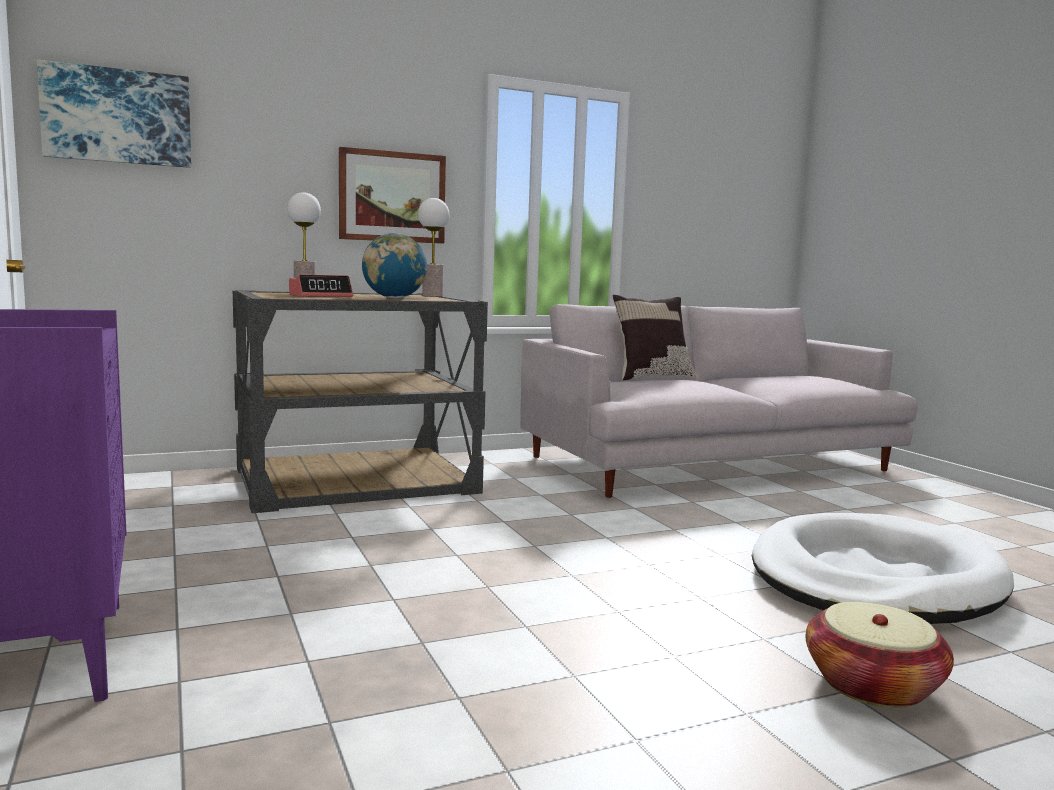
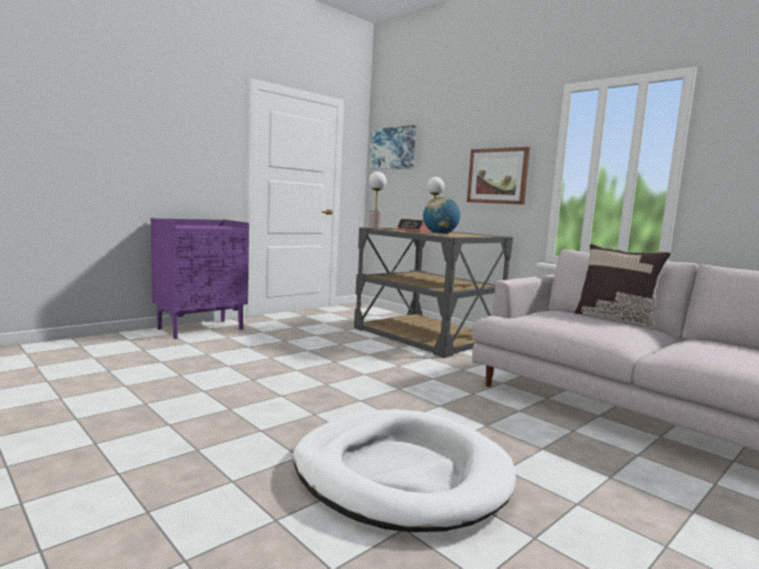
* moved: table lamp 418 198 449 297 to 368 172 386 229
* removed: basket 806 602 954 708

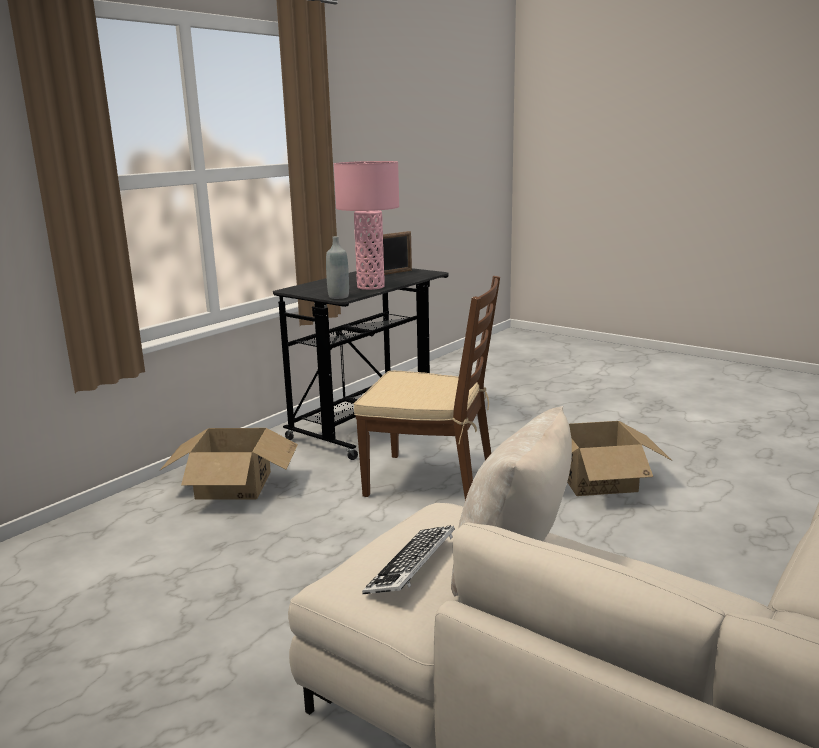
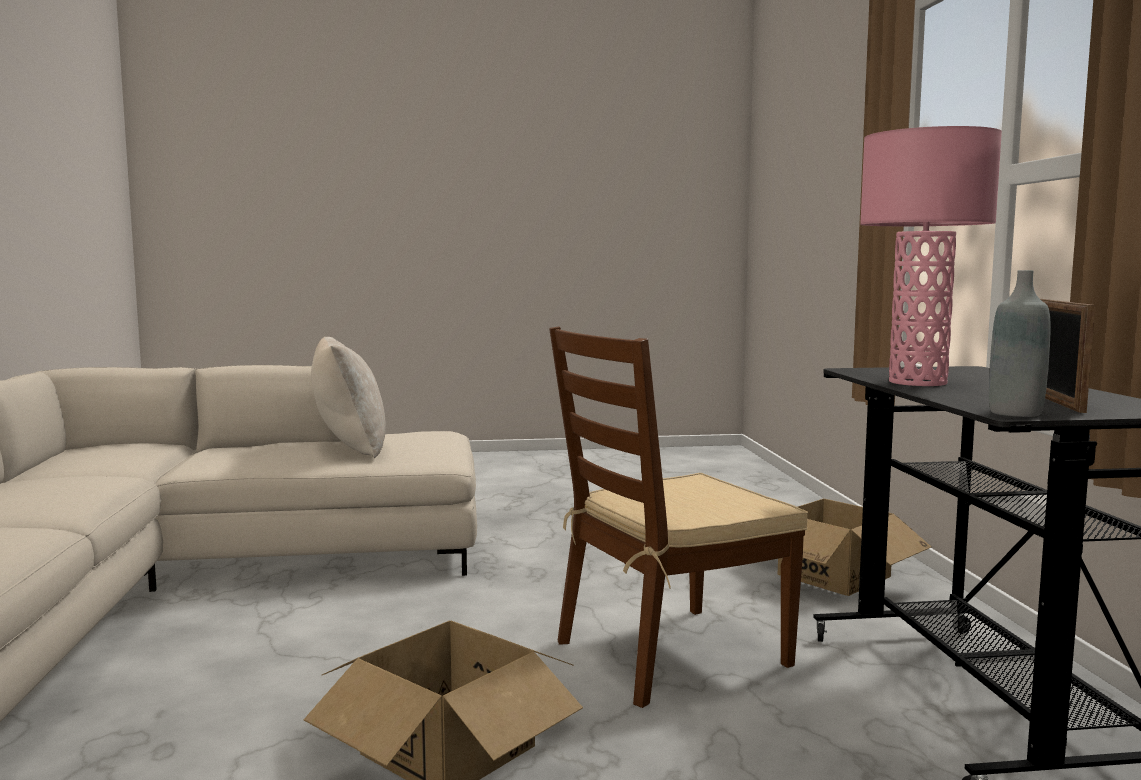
* moved: bottle (grey) 326 236 349 299 to 989 270 1050 417
* removed: keyboard 362 525 455 594

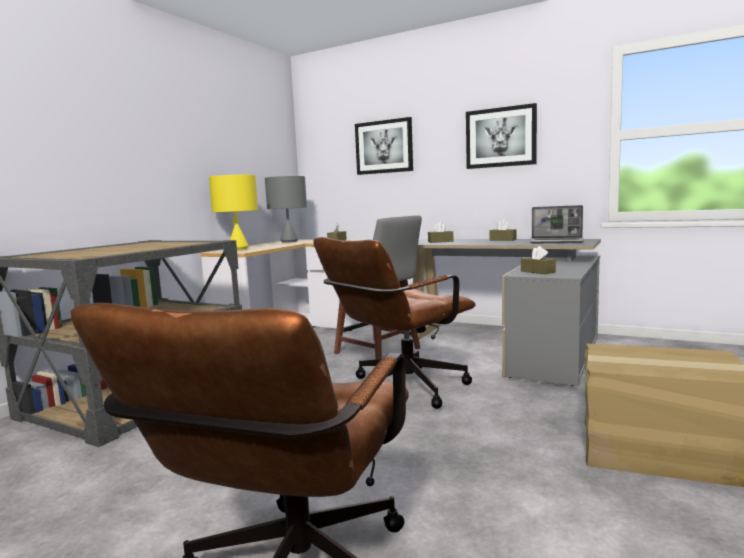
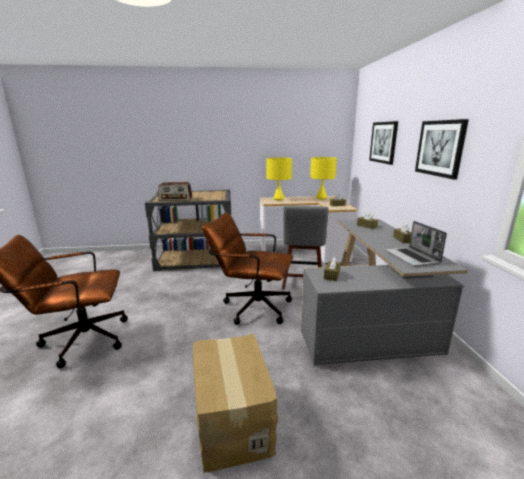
* recoloured: table lamp (grey) 265 176 307 243 to table lamp (yellow) 310 157 337 199
* added: radio 158 182 192 201

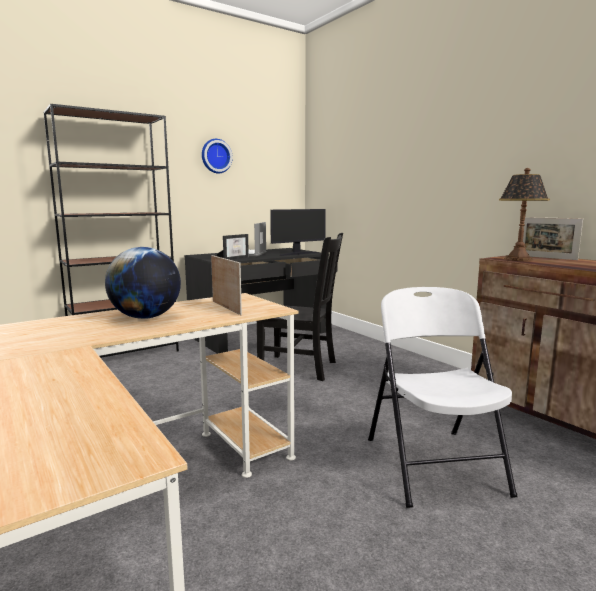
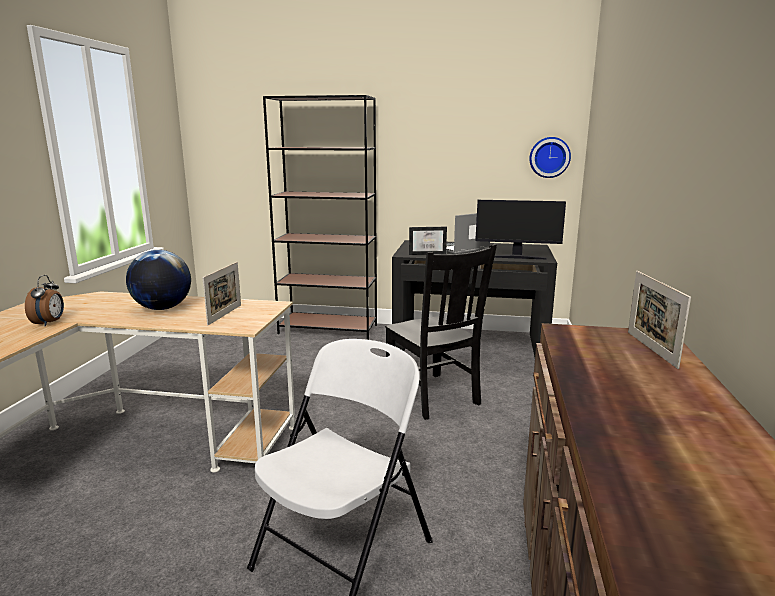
* moved: wall clock 202 139 233 173 to 529 137 571 178
* removed: table lamp 499 168 550 261
* added: alarm clock 25 275 64 327

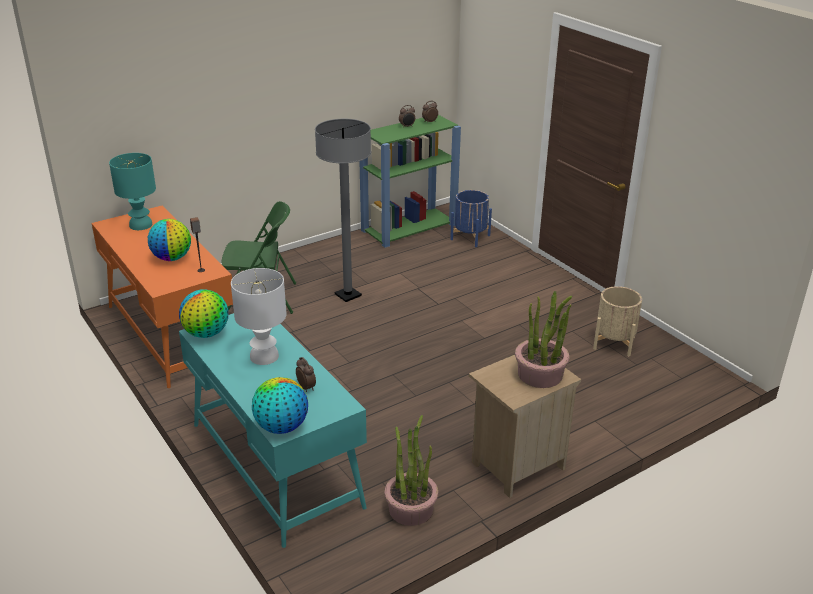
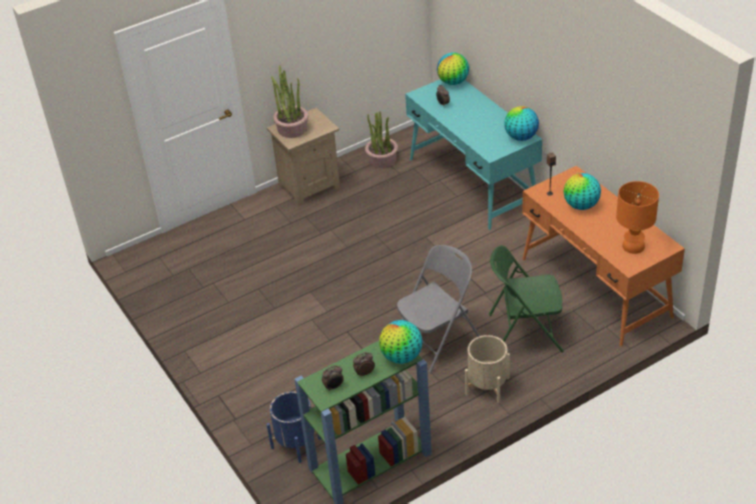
* recoloured: table lamp (turquoise) 109 153 156 230 to table lamp (orange) 616 181 659 254
* removed: table lamp (white) 231 268 287 365
* replaced: floor lamp (grey) 315 119 371 302 to chair (grey) 397 245 480 373
* moved: planter (beige) 593 286 642 356 to 465 335 510 403
* added: globe 379 320 422 364

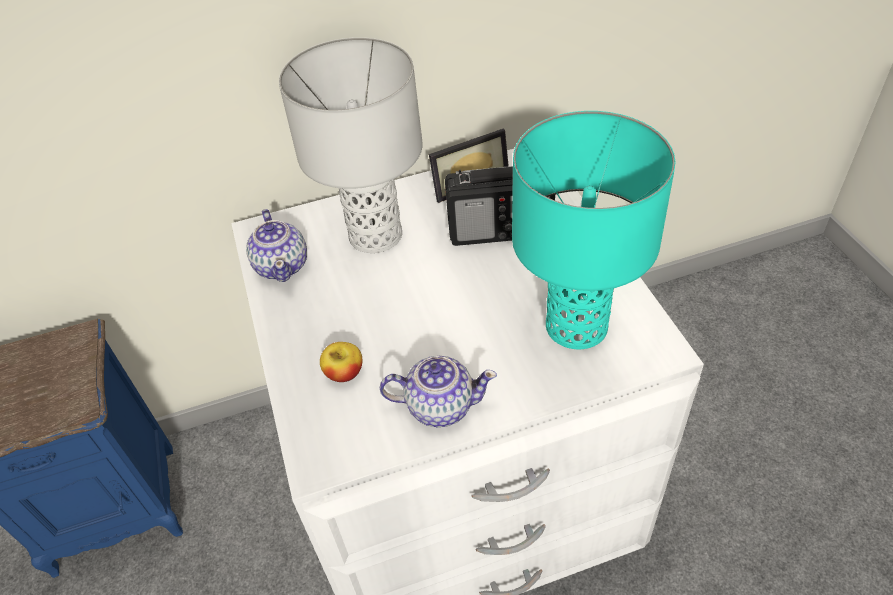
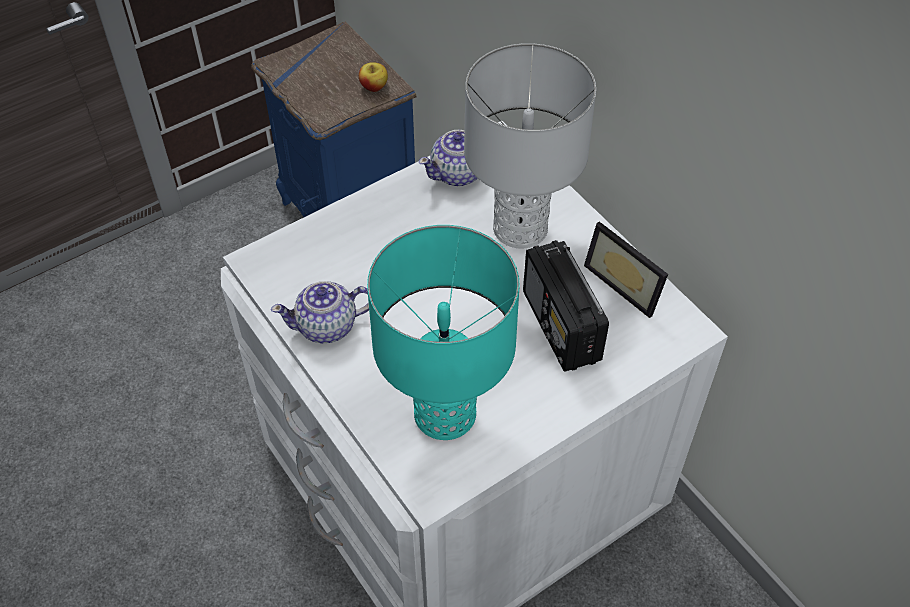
* moved: apple 320 342 362 382 to 359 62 388 92
* turned: teapot 380 356 497 427 = 271 281 369 343 90 degrees clockwise

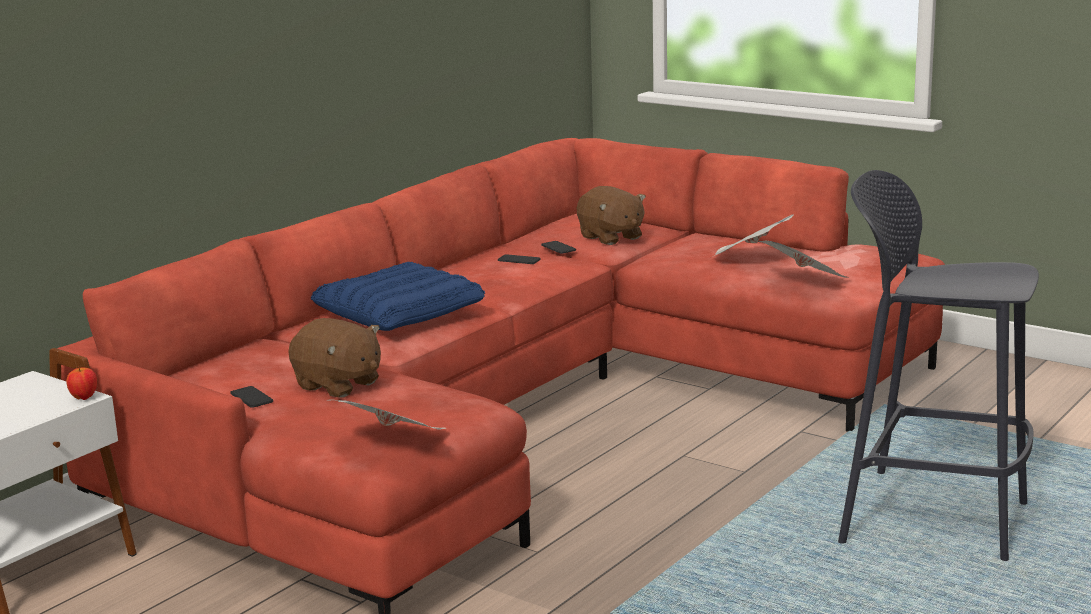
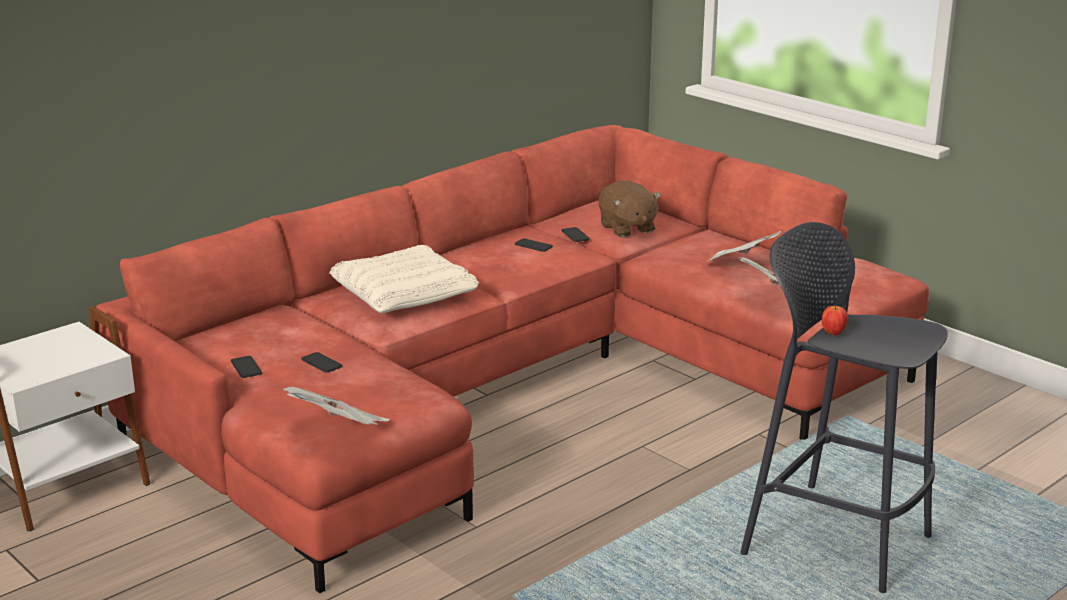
* moved: apple 66 366 97 400 to 822 305 848 335
* replaced: plush toy (brown) 288 318 381 397 to phone 301 352 342 373
* recoloured: pillow (blue) 311 262 485 331 to pillow (beige) 329 245 479 314

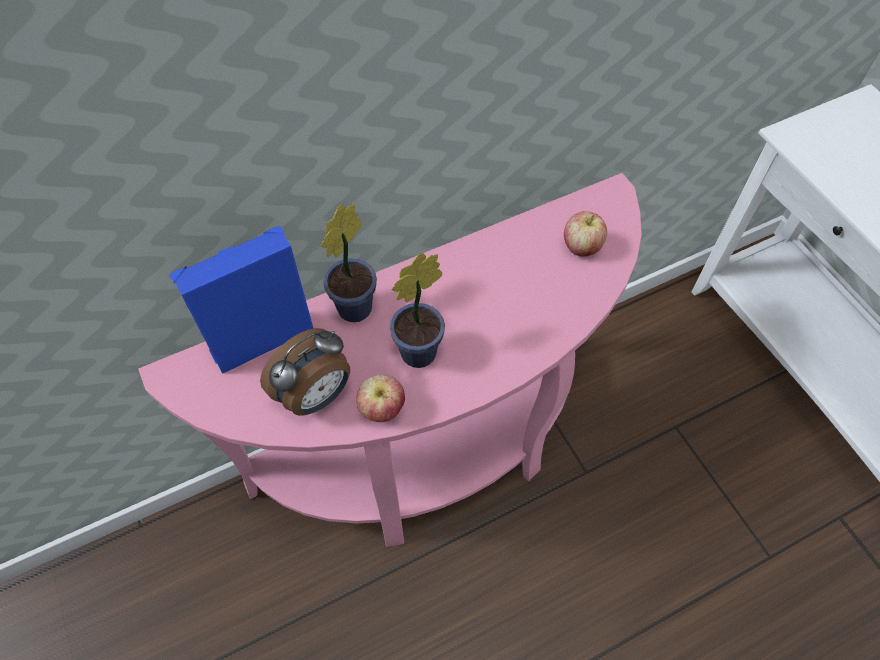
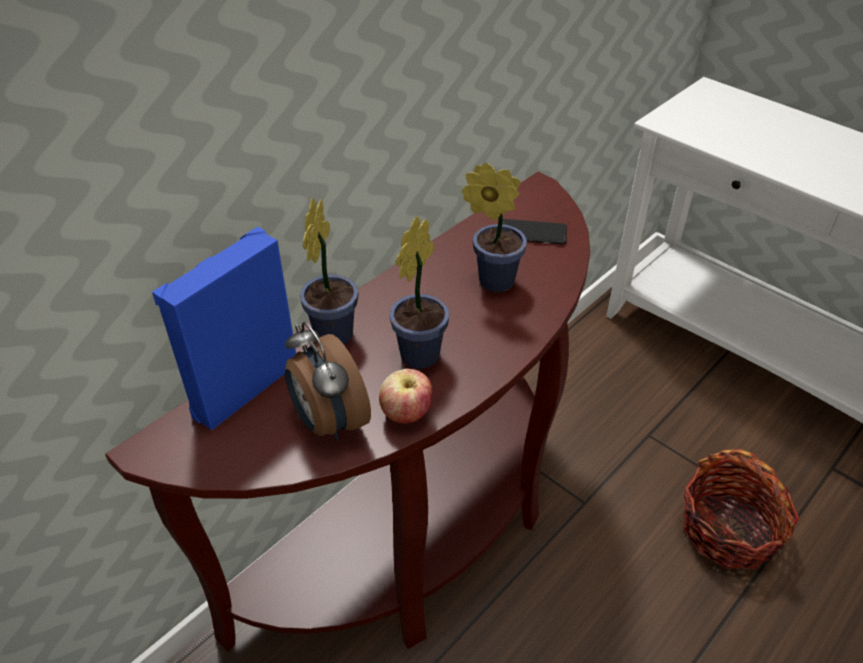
* recoloured: console table (pink) 138 173 642 547 to console table (brown) 105 172 590 652
* turned: alarm clock 260 328 350 416 = 285 322 371 441 120 degrees clockwise
* replaced: apple 564 211 607 257 to phone 502 219 567 245
* added: potted plant 461 163 527 292
* added: basket 683 449 800 569

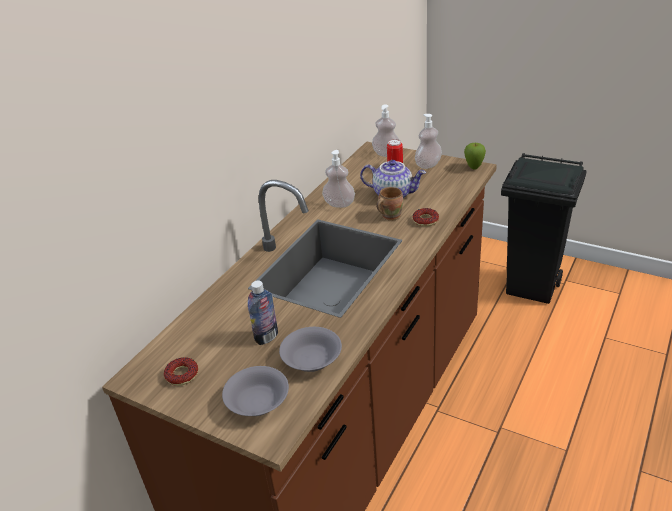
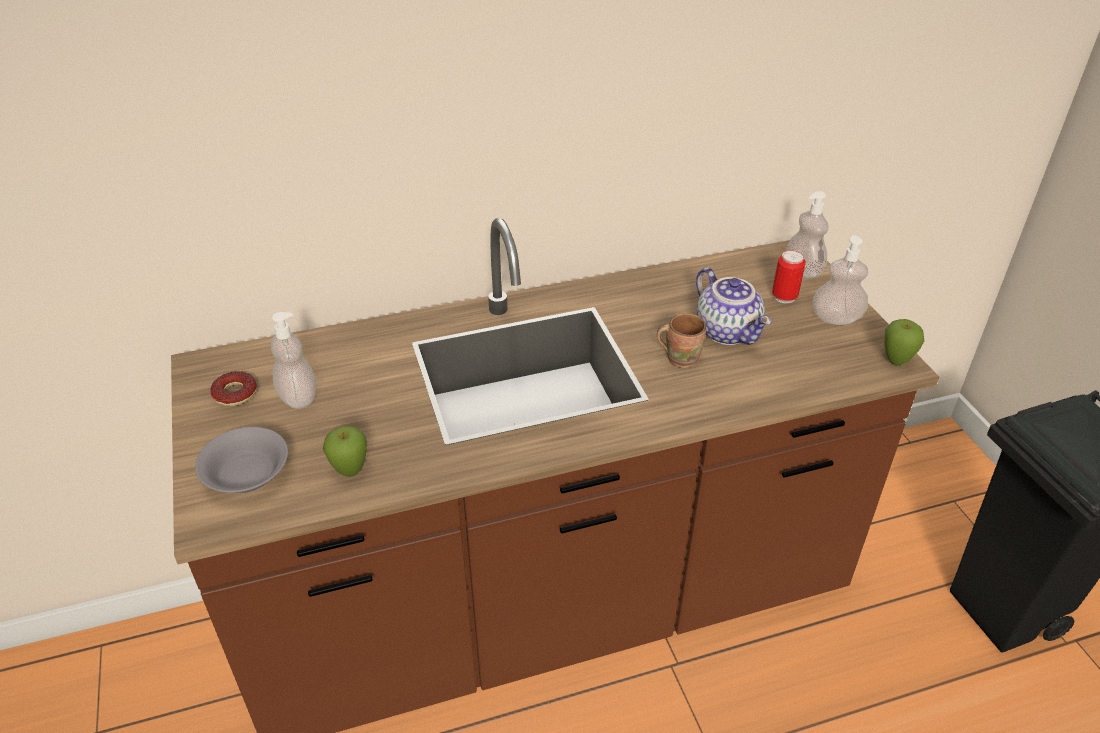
* removed: bottle 248 281 278 345
* replaced: bowl (grey) 279 327 342 372 to apple 323 426 367 477
* moved: soap dispenser 322 150 355 208 to 271 312 316 409
* removed: donut 412 208 439 227

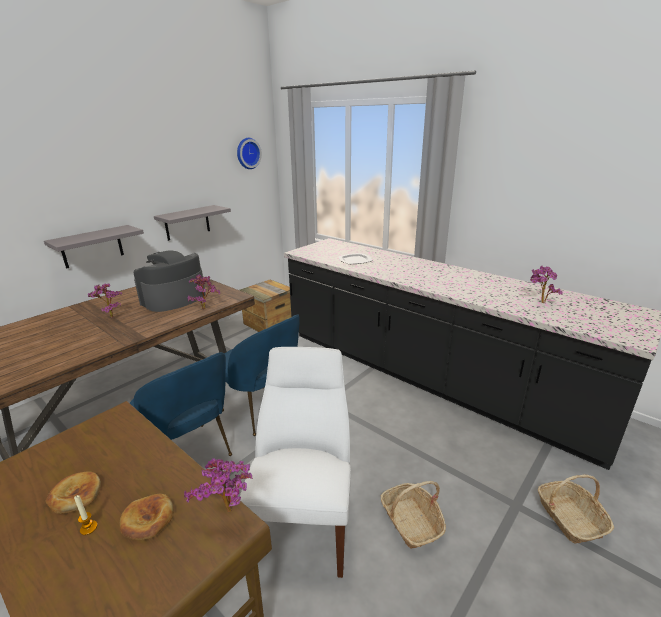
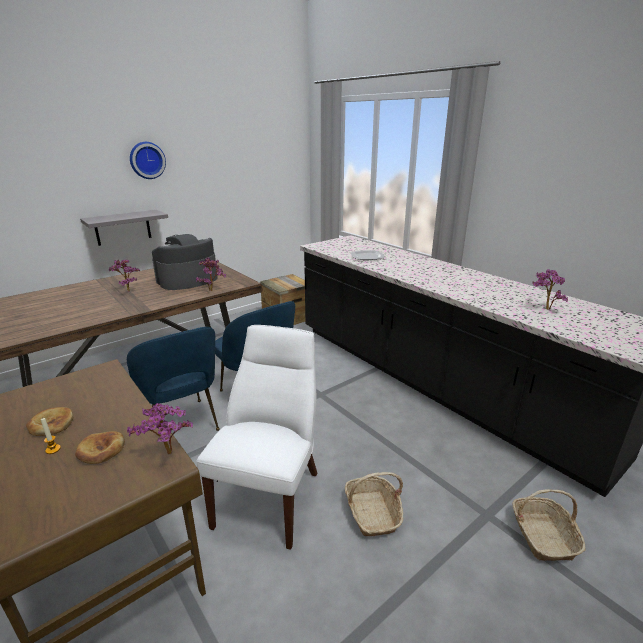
* removed: shelf (grey) 154 205 231 241
* moved: wall clock 237 138 262 169 to 130 142 166 179

